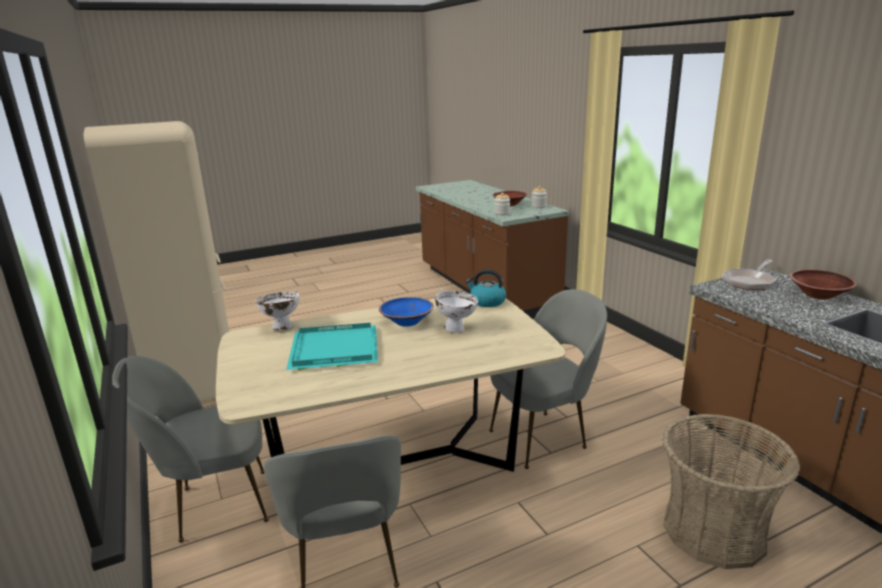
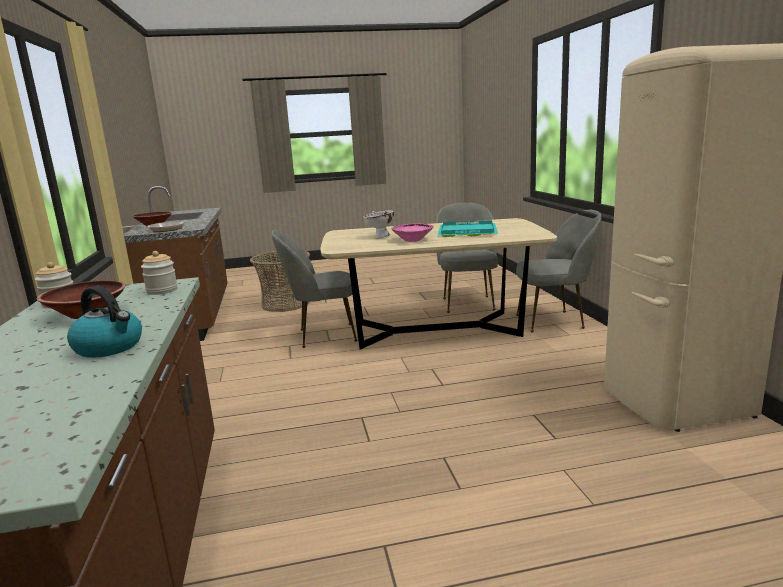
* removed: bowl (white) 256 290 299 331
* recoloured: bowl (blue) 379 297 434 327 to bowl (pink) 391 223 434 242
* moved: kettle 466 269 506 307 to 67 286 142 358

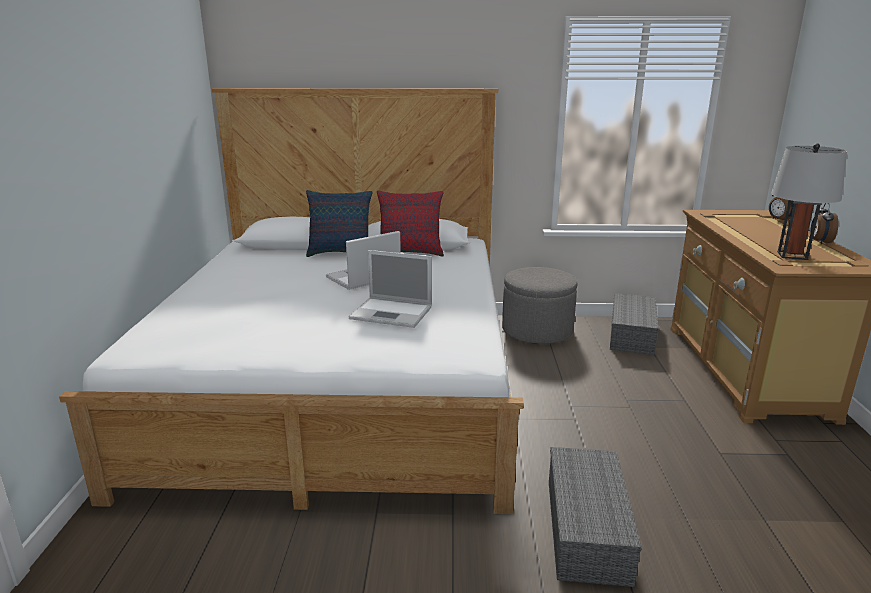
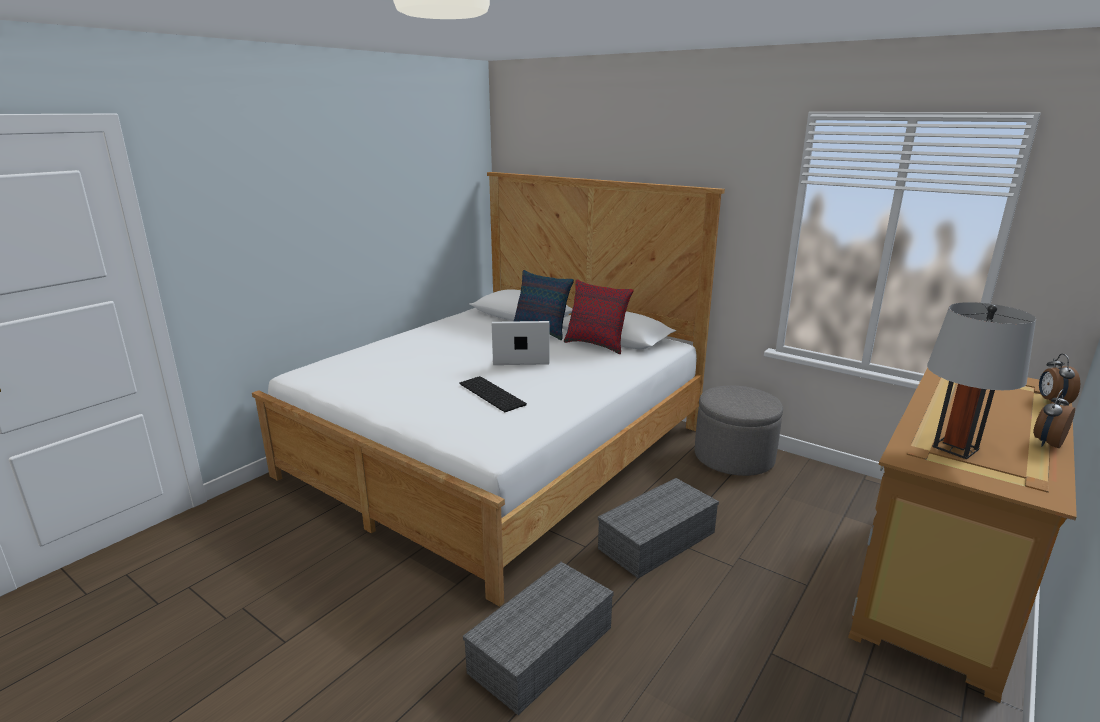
* replaced: laptop 349 250 432 328 to keyboard 459 376 527 412
* moved: storage box (grey) 610 293 659 355 to 598 478 719 579

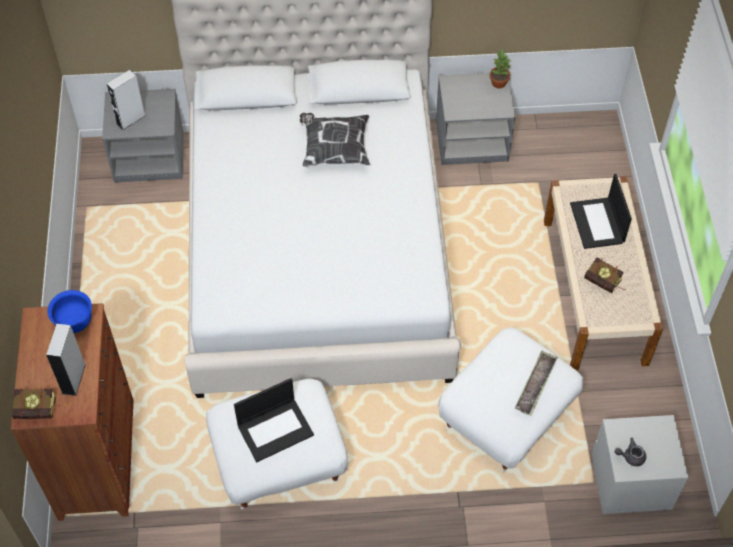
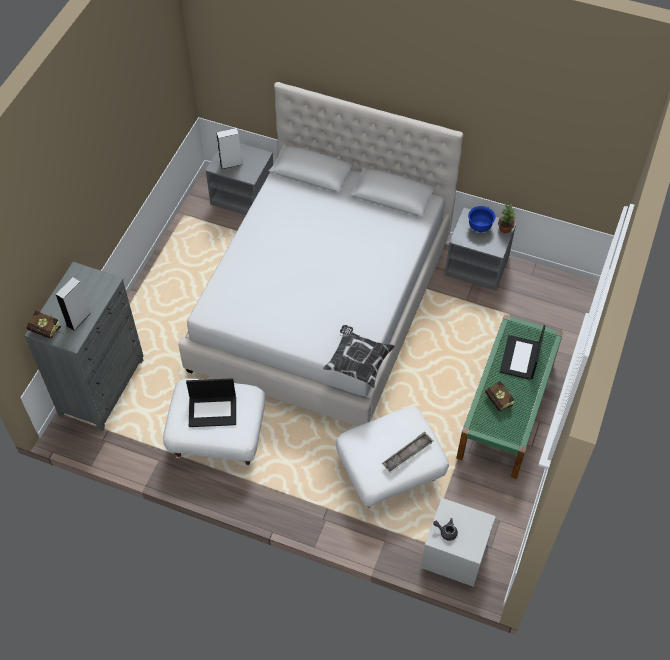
* recoloured: dresser (brown) 11 303 134 521 to dresser (grey) 24 262 143 431
* moved: bowl (blue) 48 290 92 333 to 468 206 495 232
* moved: pillow 300 113 370 167 to 323 325 395 388
* recoloured: bench (beige) 544 176 663 371 to bench (green) 456 314 564 479

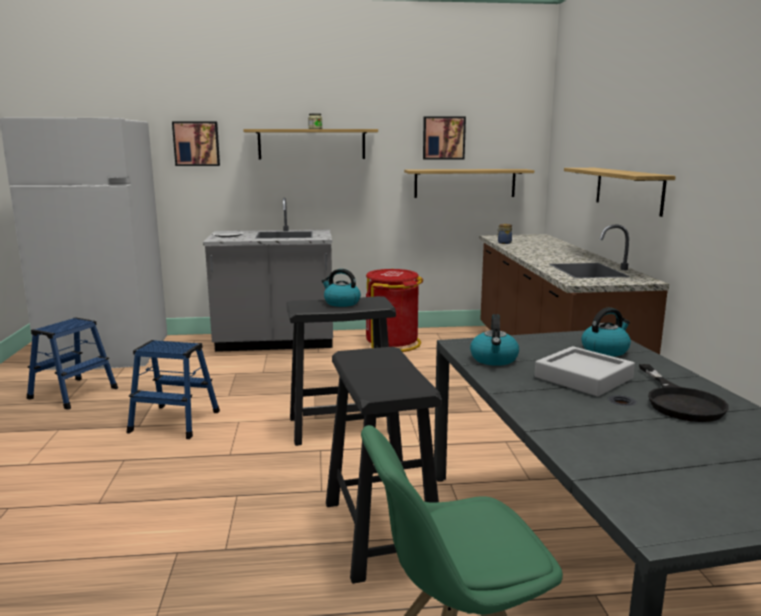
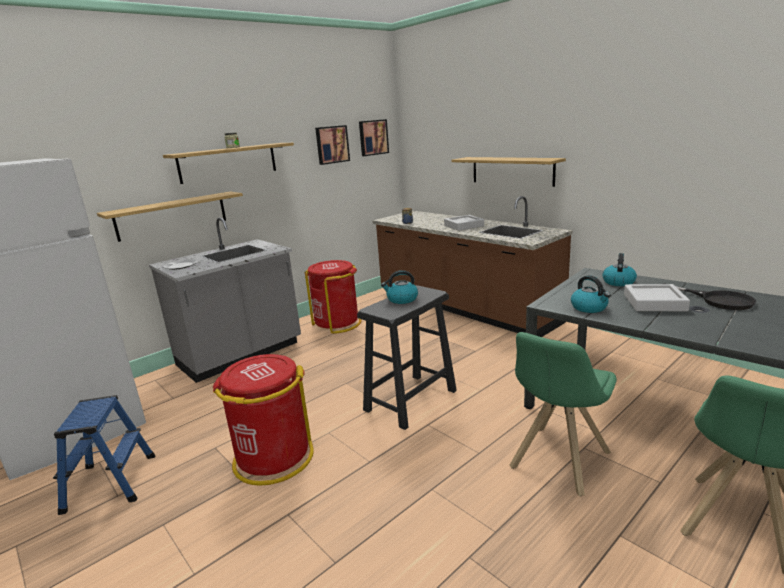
* replaced: step ladder (blue) 126 340 220 439 to trash can (red) 213 354 314 486
* moved: picture 172 121 220 166 to 359 119 389 156
* replaced: stool (black) 326 347 442 584 to chair (green) 510 332 617 496
* moved: shelf 404 169 534 198 to 97 192 243 242
* added: tray (grey) 444 215 484 231

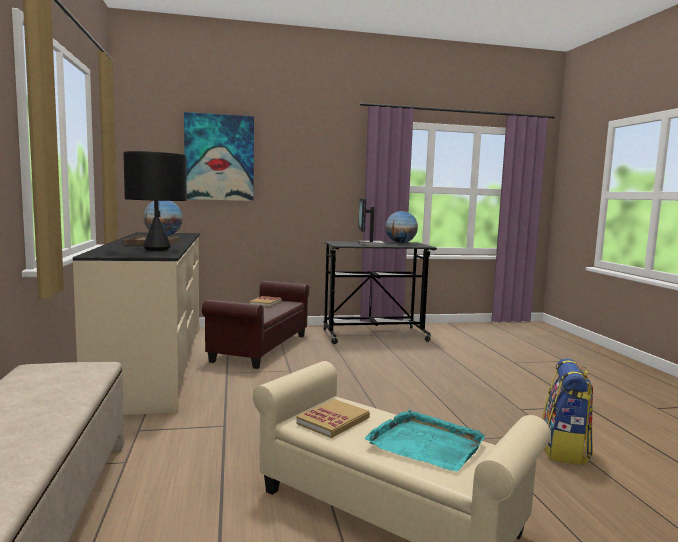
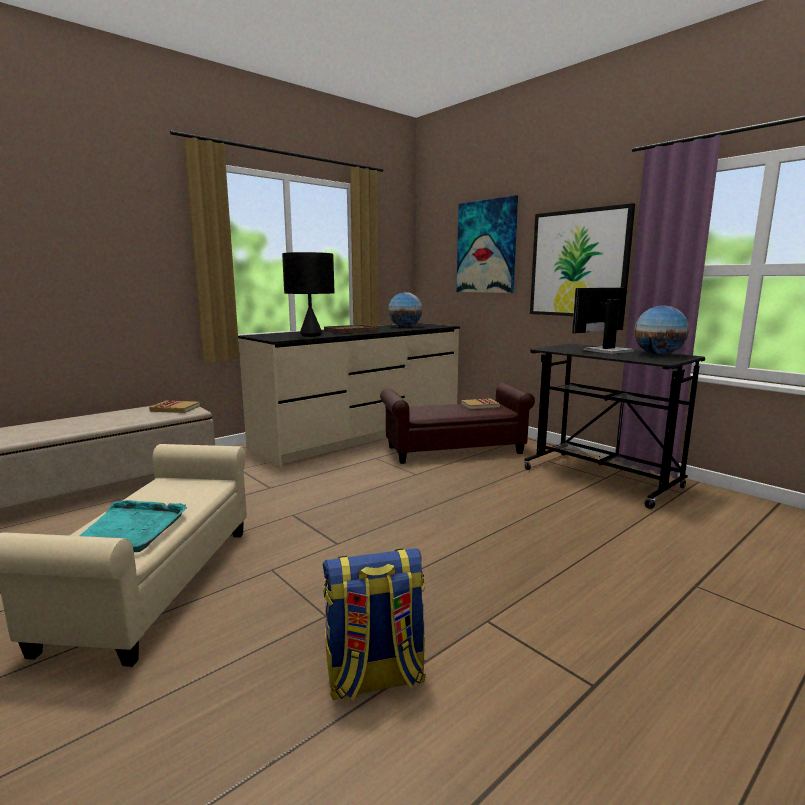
* moved: book 296 399 370 438 to 149 400 200 413
* added: picture 530 203 635 316

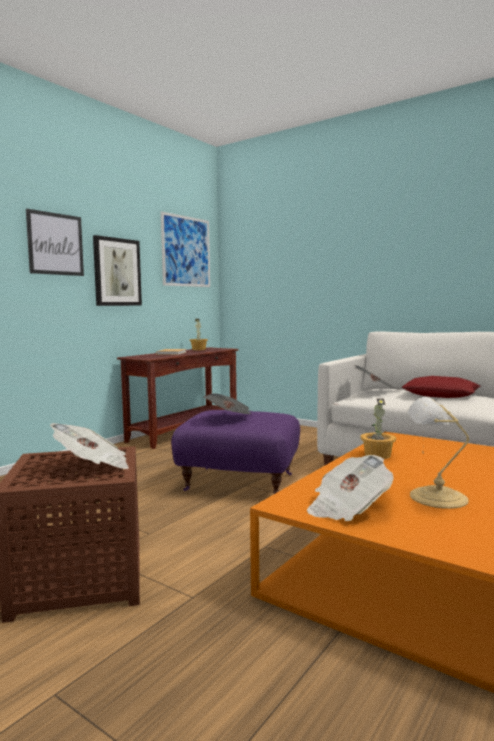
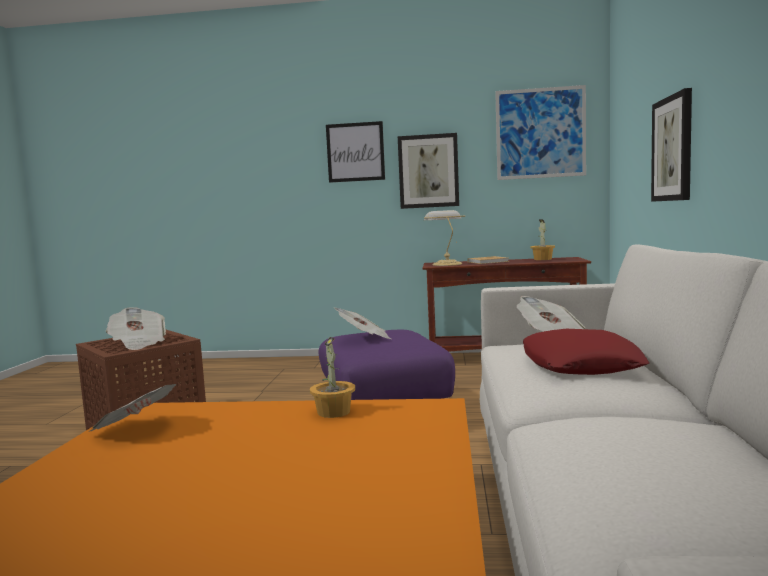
* moved: table lamp 408 397 469 509 to 424 210 465 266
* added: picture 651 88 692 202

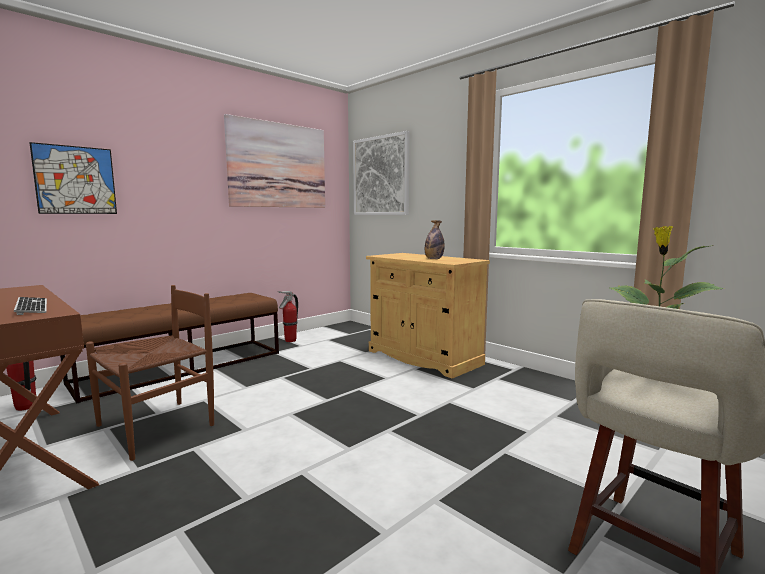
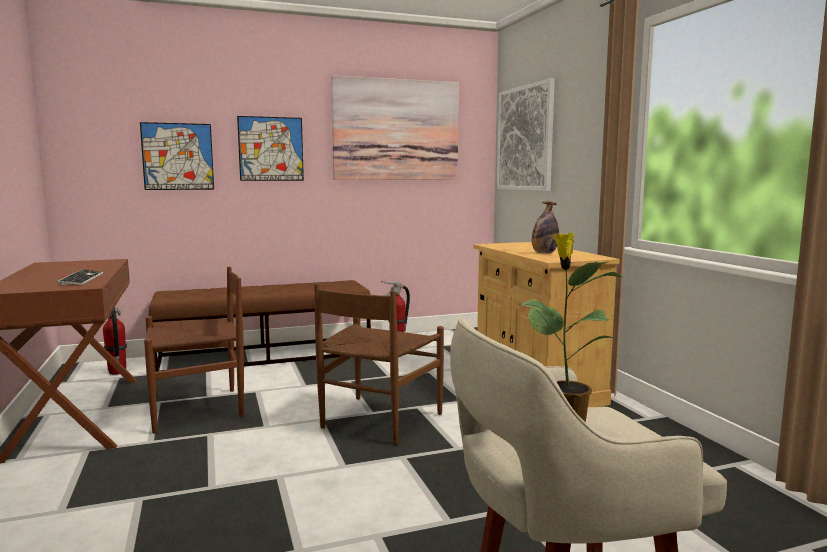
* added: picture 237 116 304 181
* added: chair (brown) 314 283 444 444

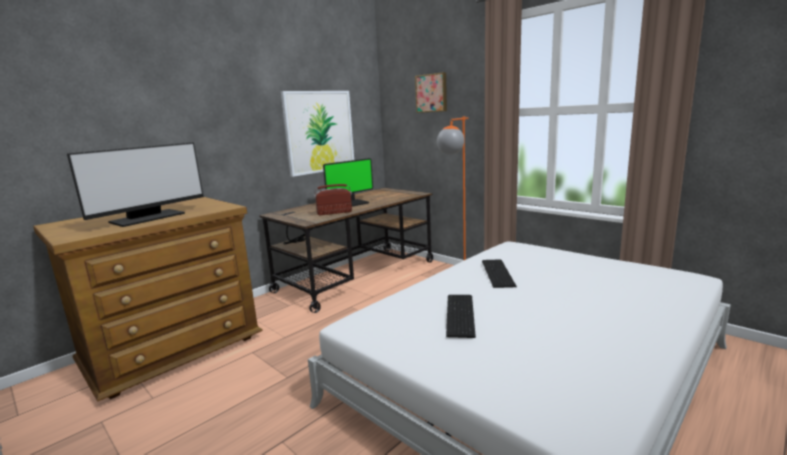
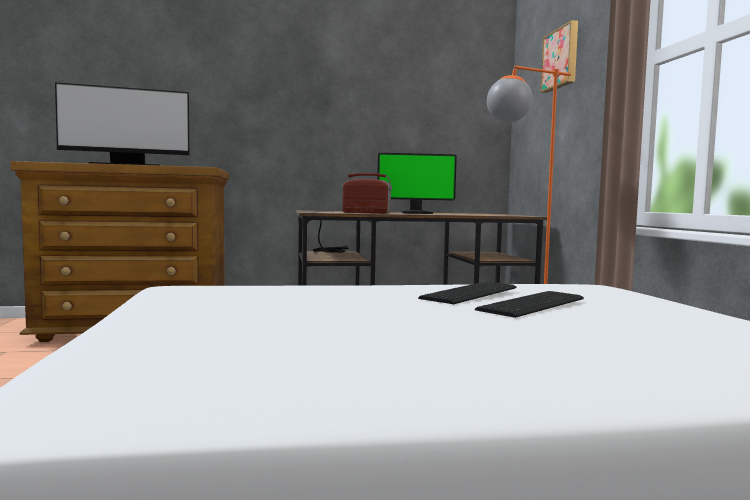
* removed: picture 281 91 354 177
* moved: keyboard 446 295 476 338 to 475 291 584 318

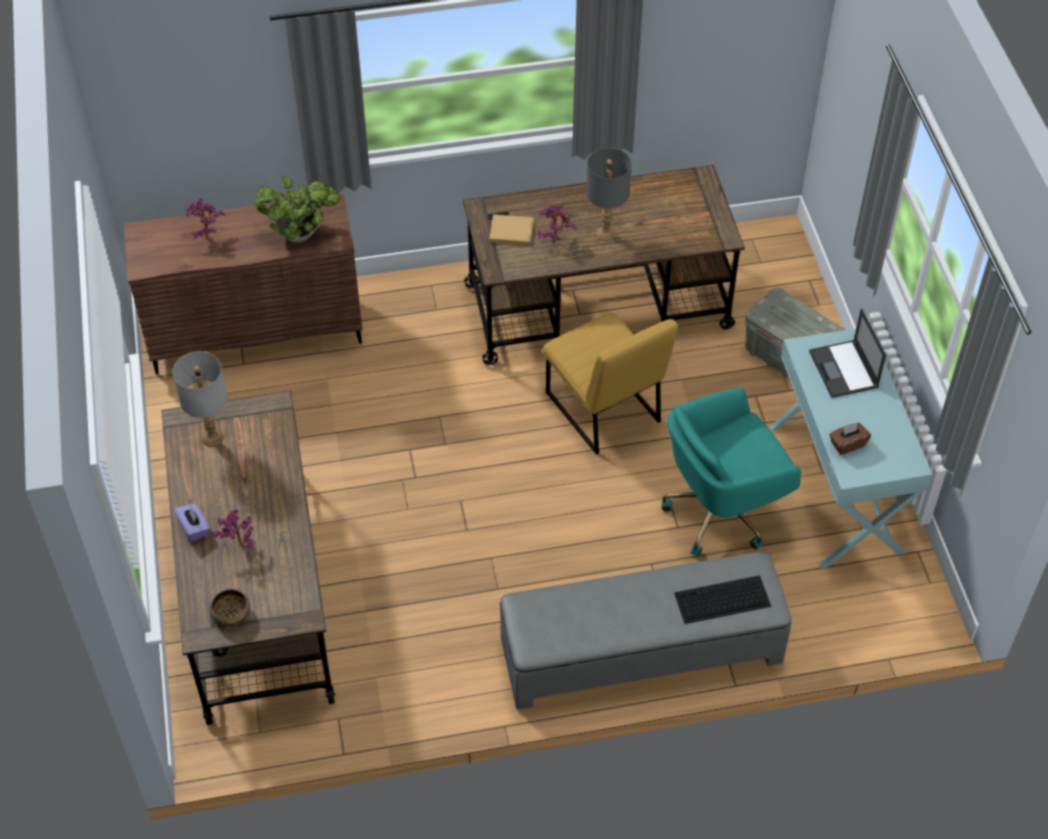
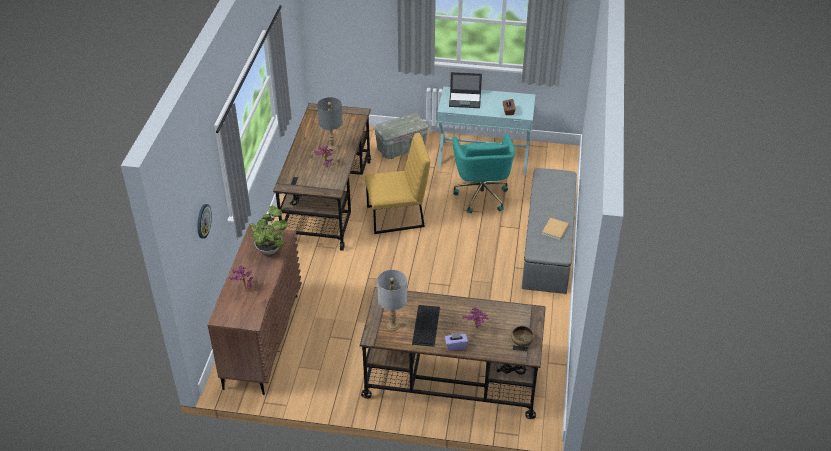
* moved: book (beige) 489 214 534 245 to 542 218 569 240
* moved: keyboard 674 575 771 624 to 412 305 440 347
* added: wall clock 197 204 212 239

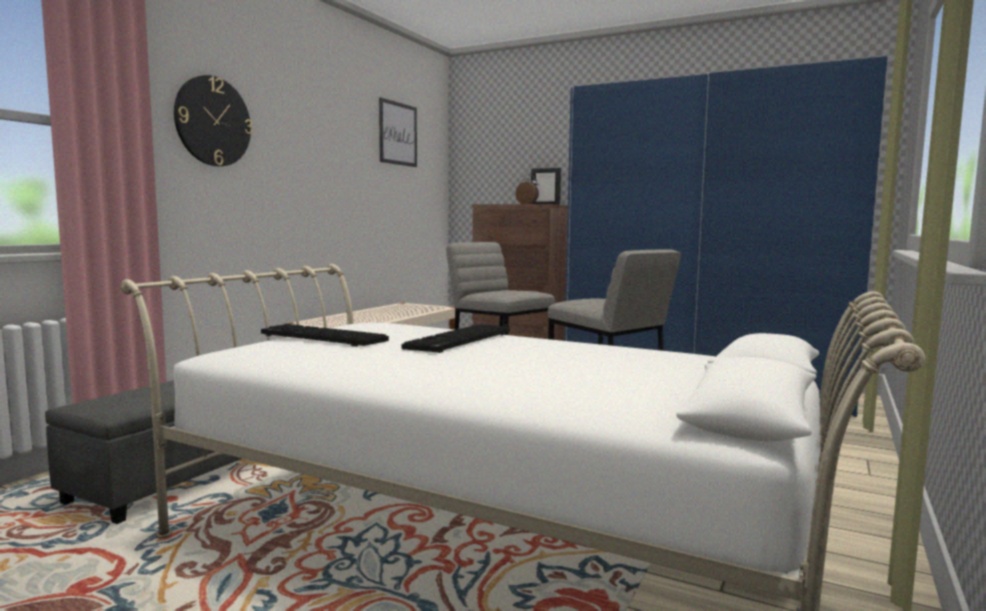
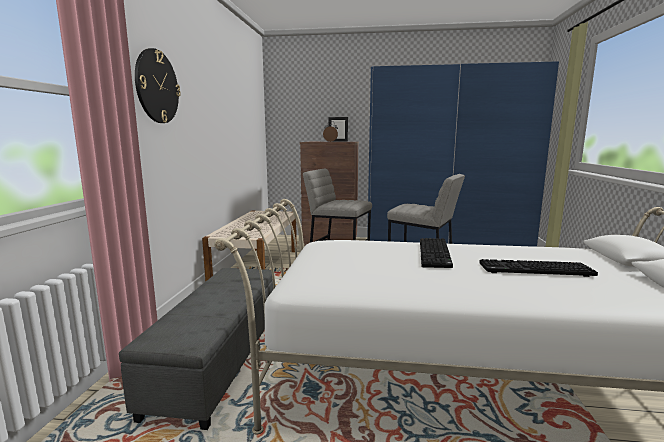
* moved: keyboard 261 324 389 347 to 479 259 598 277
* removed: picture 379 97 417 167

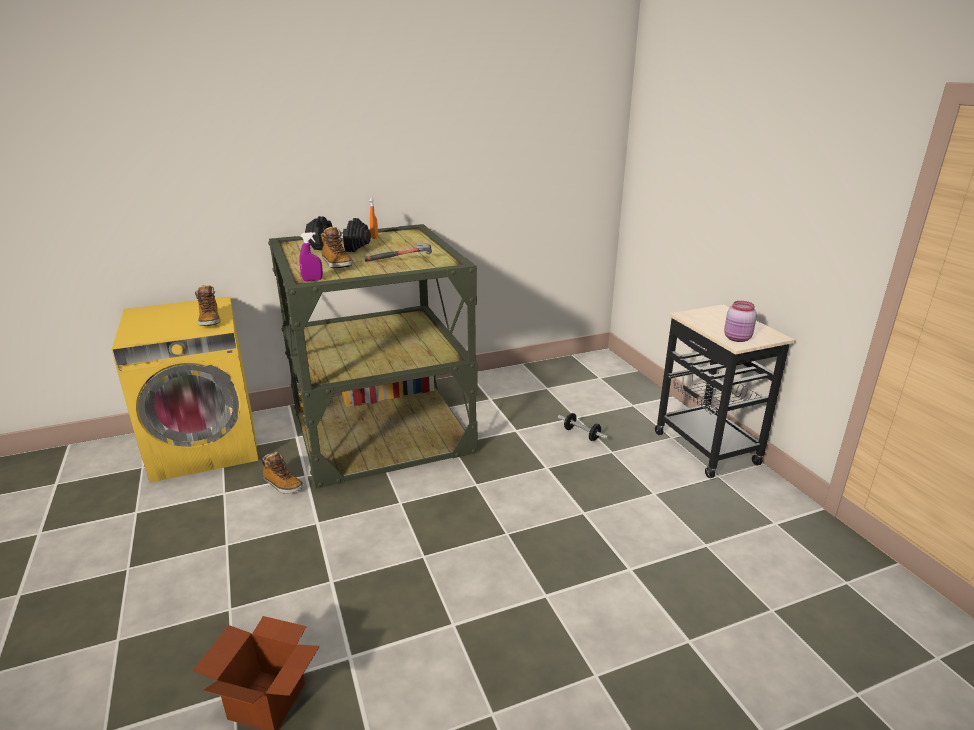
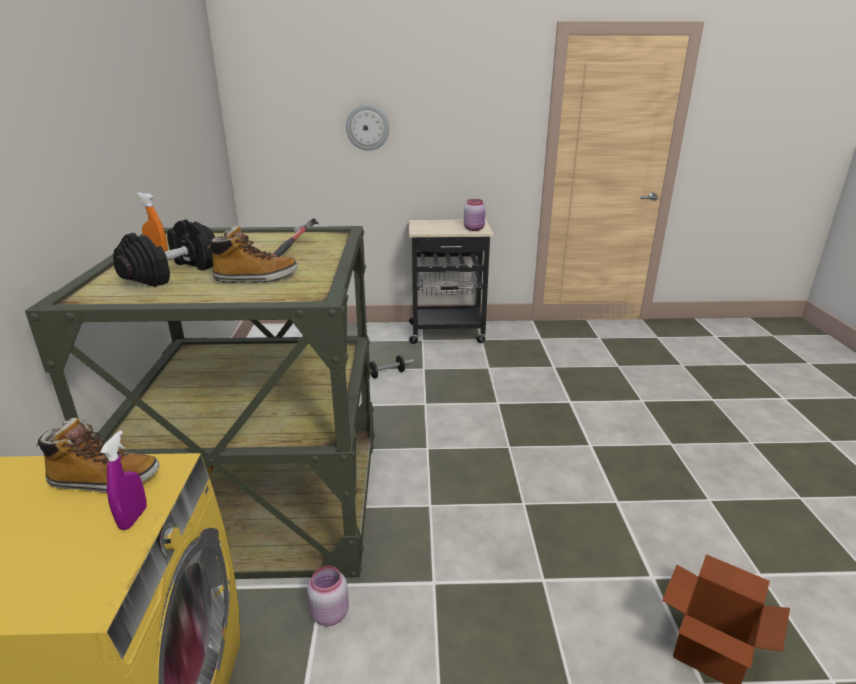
* replaced: boot 262 452 303 494 to jar (pink) 307 566 349 626
* moved: spray bottle (purple) 299 232 323 281 to 100 430 147 530
* added: wall clock 346 105 389 151

